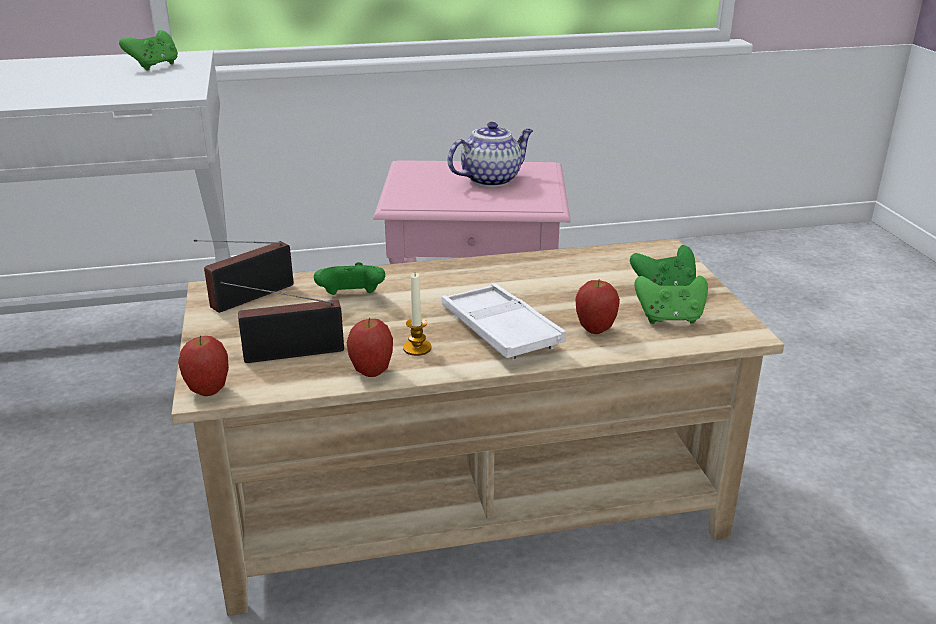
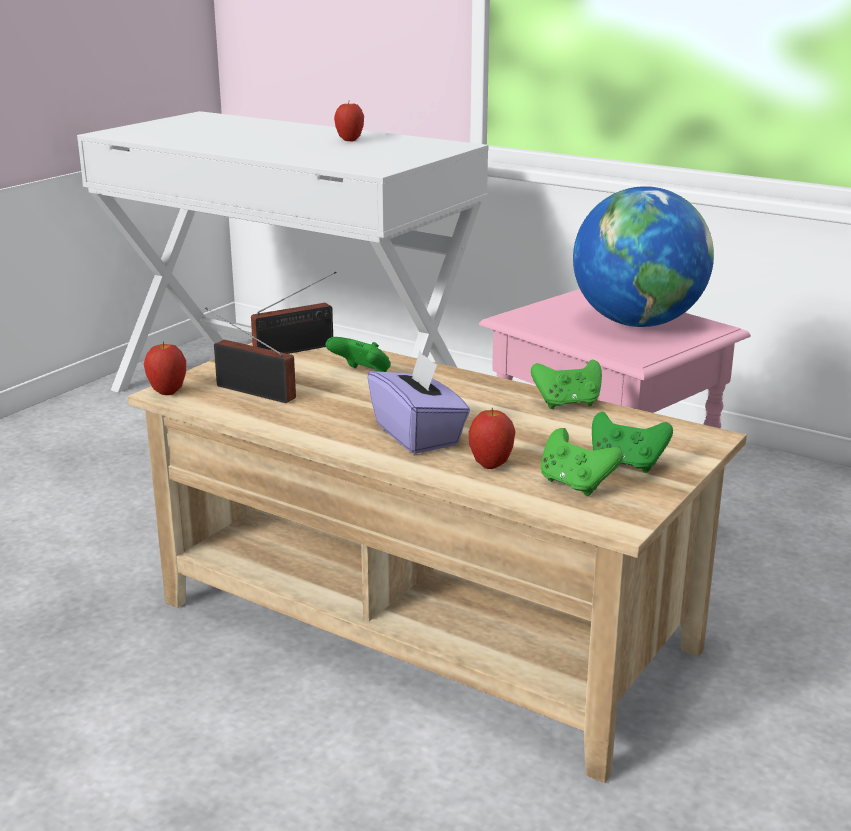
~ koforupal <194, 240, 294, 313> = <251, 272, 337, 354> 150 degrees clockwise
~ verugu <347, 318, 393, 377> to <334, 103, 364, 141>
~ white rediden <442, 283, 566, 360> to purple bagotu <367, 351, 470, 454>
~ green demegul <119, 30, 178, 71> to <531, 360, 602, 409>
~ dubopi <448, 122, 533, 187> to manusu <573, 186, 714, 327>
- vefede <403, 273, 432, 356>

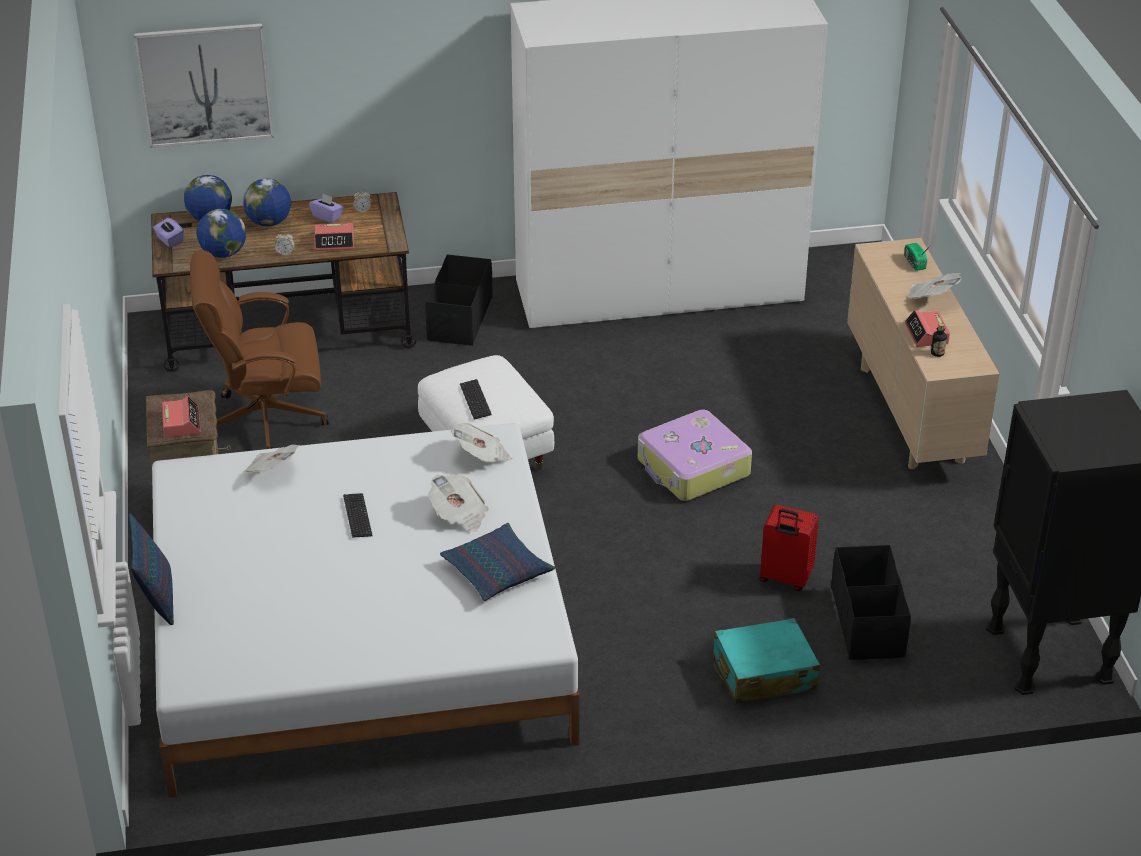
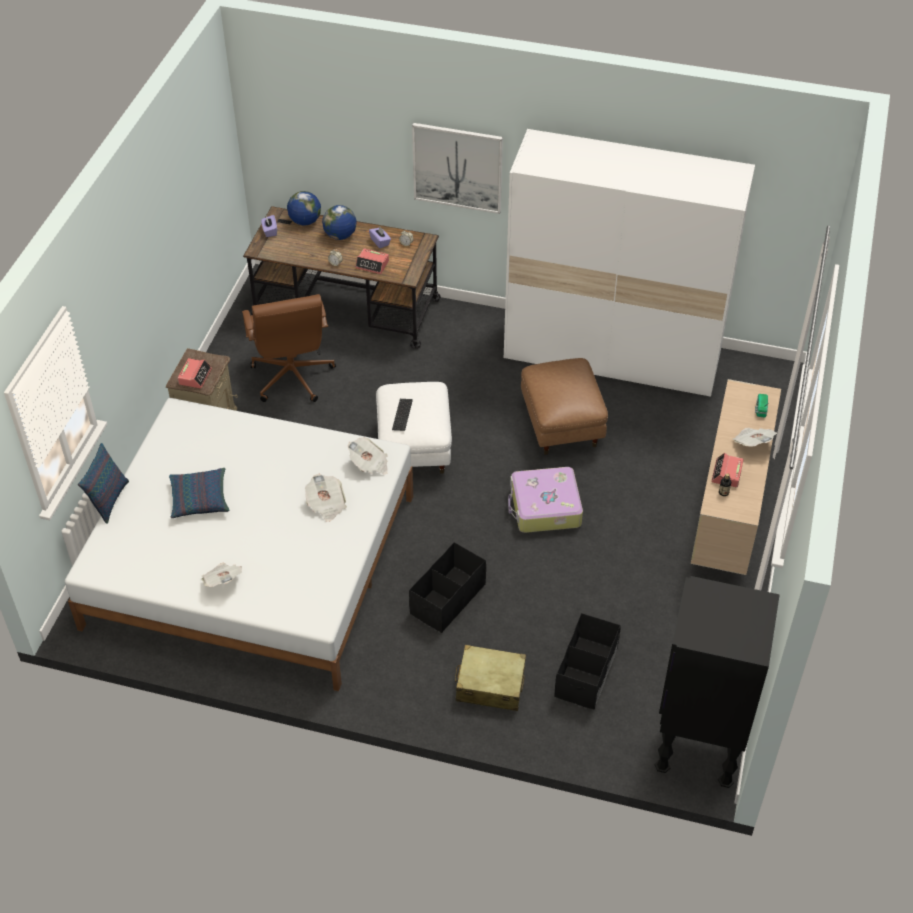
~ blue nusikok <440, 523, 555, 601> to <169, 468, 229, 518>
~ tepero <243, 445, 300, 473> to <201, 563, 242, 587>
~ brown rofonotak <190, 250, 329, 449> = <242, 294, 336, 402> 120 degrees counterclockwise
~ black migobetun <425, 254, 493, 346> to <409, 542, 486, 633>
~ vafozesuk <134, 23, 274, 148> to <412, 123, 503, 214>
~ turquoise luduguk <712, 618, 820, 704> to beige luduguk <455, 645, 526, 711>
+ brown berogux <521, 358, 608, 455>
- manusu <197, 209, 246, 258>
- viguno <343, 493, 373, 538>
- red luduguk <760, 505, 819, 591>

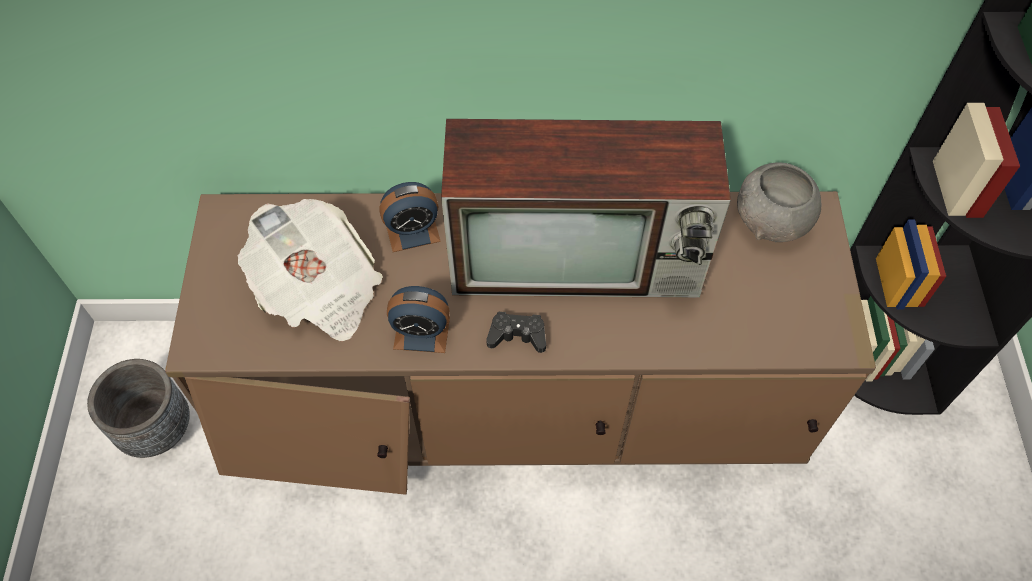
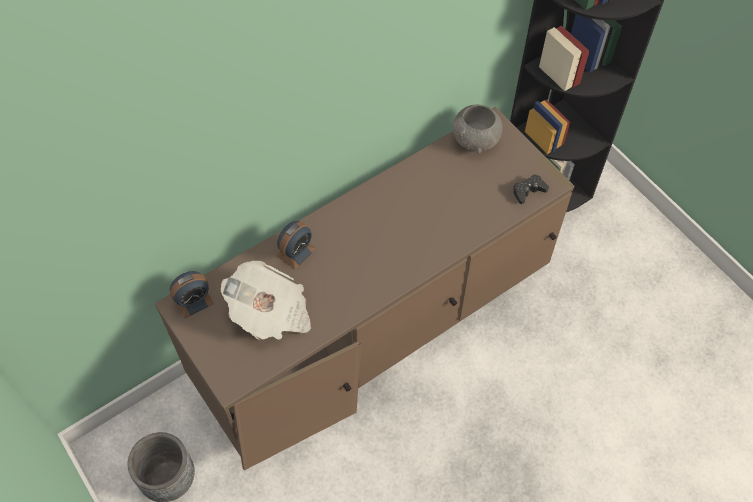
~ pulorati <387, 286, 450, 353> to <170, 271, 214, 319>
~ black demegul <486, 312, 546, 353> to <513, 174, 549, 204>
- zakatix <441, 119, 731, 298>

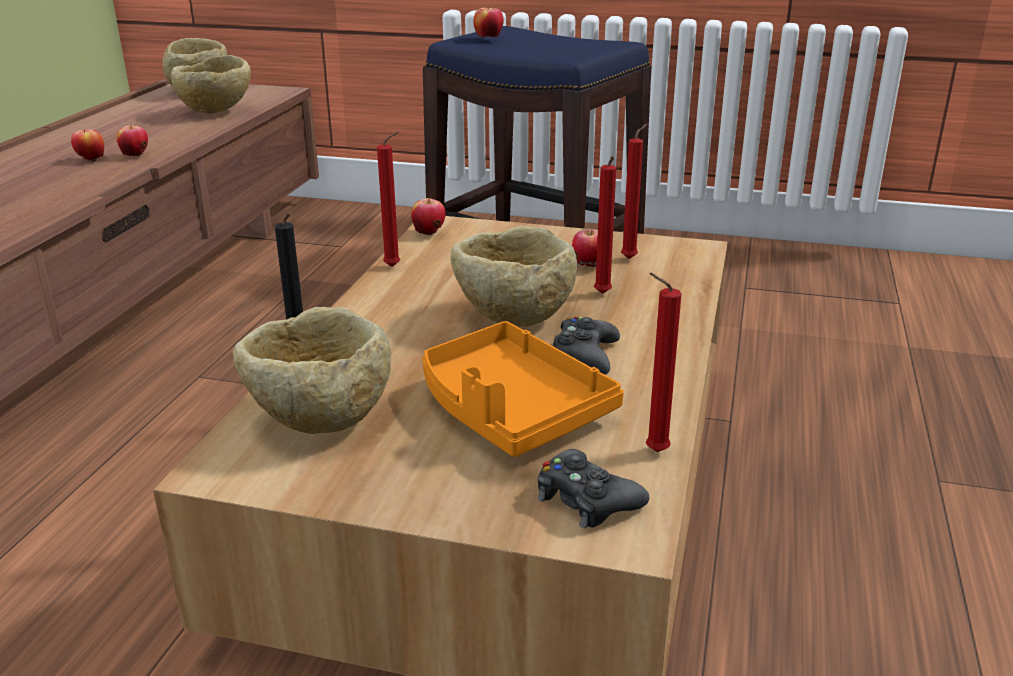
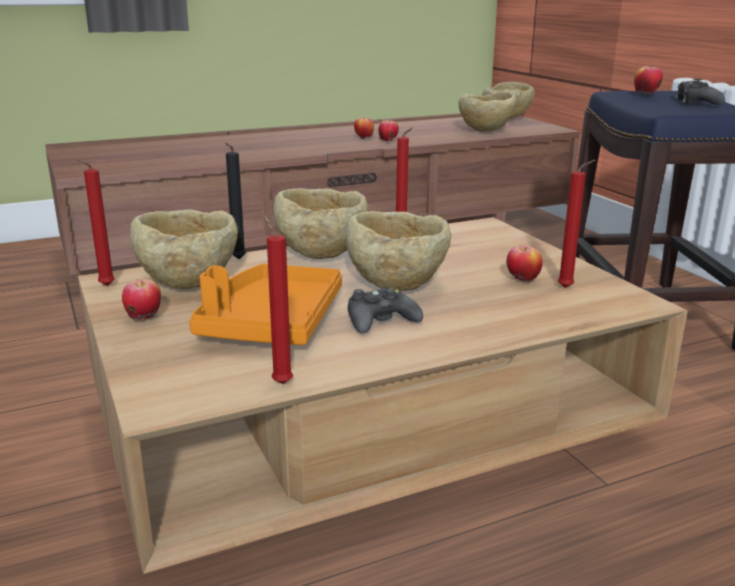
~ red vefede <594, 156, 616, 294> to <75, 159, 115, 286>
~ verugu <411, 198, 446, 235> to <122, 279, 161, 320>
+ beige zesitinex <273, 188, 368, 259>
~ black demegul <538, 449, 650, 528> to <675, 79, 725, 105>

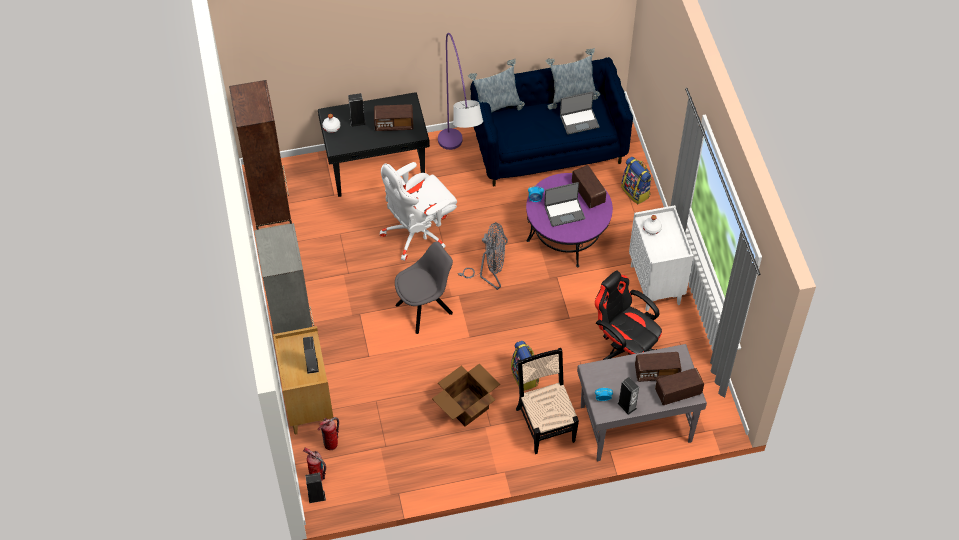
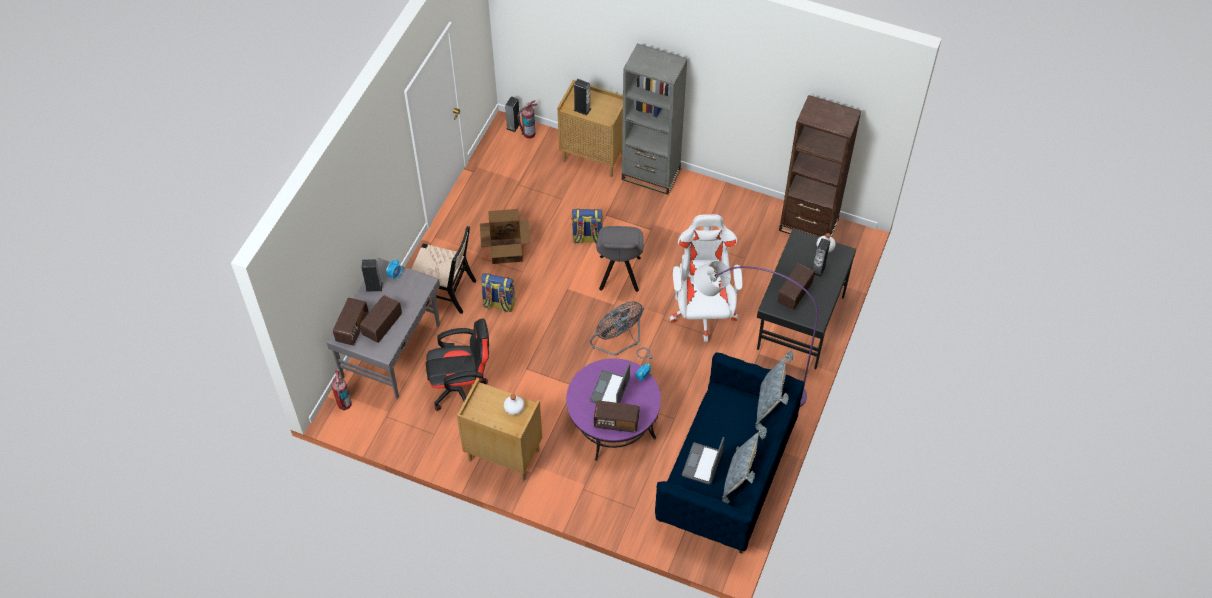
~ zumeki <318, 417, 339, 450> to <331, 370, 352, 411>
~ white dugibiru <629, 205, 694, 311> to brown dugibiru <457, 378, 542, 482>
~ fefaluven <621, 157, 652, 204> to <572, 209, 603, 245>
~ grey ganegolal <458, 222, 508, 290> = <589, 301, 652, 359> 105 degrees clockwise

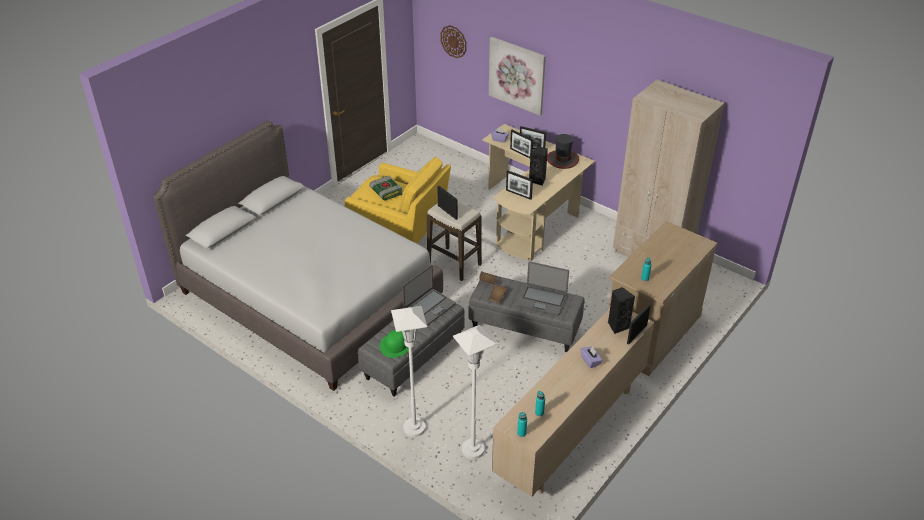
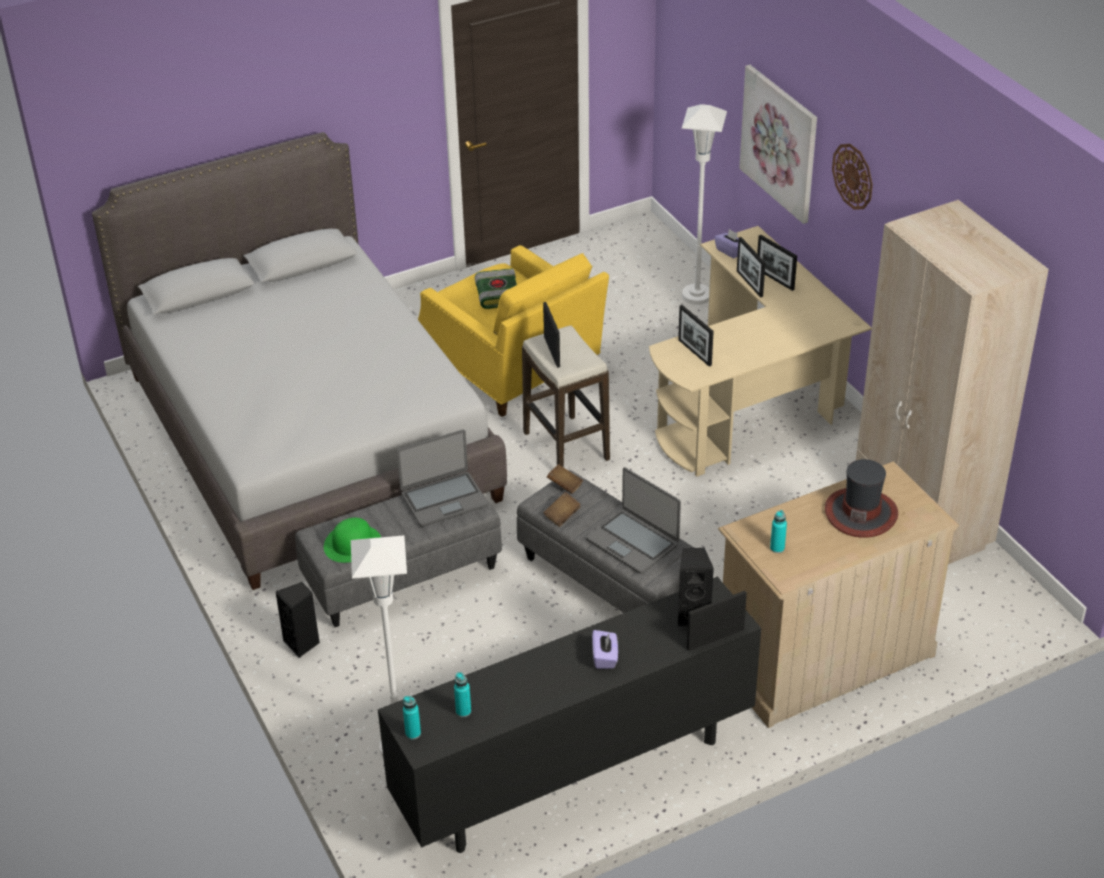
~ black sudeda <529, 146, 548, 186> to <276, 582, 320, 658>
~ beige dugibiru <492, 309, 654, 497> to black dugibiru <378, 577, 761, 853>
~ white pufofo <391, 306, 427, 437> to <682, 104, 727, 305>
~ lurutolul <547, 134, 579, 169> to <825, 459, 898, 538>
~ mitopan <440, 25, 467, 58> to <832, 144, 873, 209>

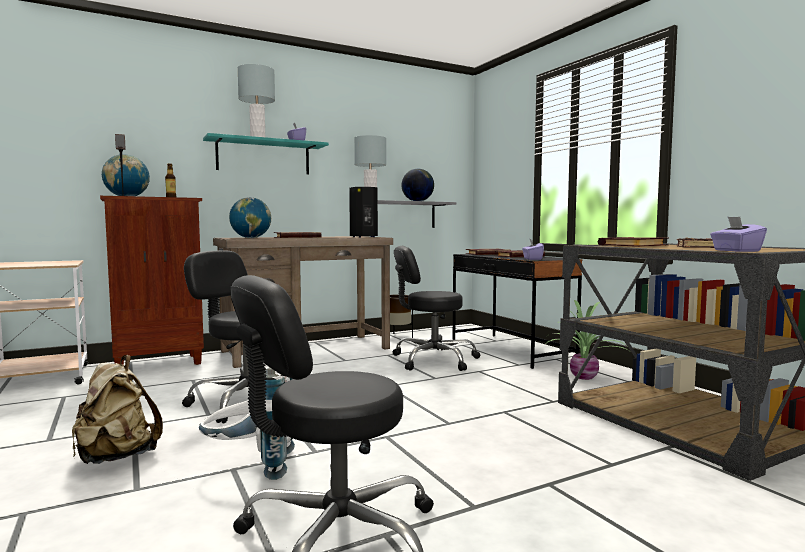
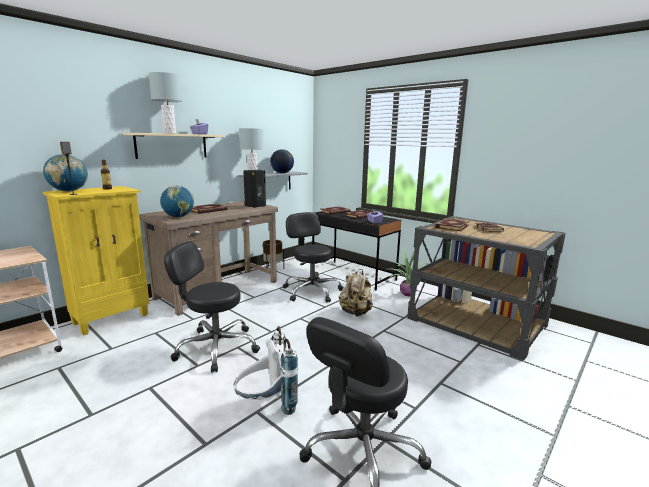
~ brown dugibiru <100, 196, 204, 365> to yellow dugibiru <43, 186, 150, 335>
~ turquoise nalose <203, 133, 329, 174> to beige nalose <123, 133, 225, 159>
~ black rofonotak <392, 246, 480, 371> = <283, 212, 343, 303> 90 degrees clockwise
~ beige fefaluven <72, 355, 163, 464> to <339, 269, 373, 316>
- purple bagotu <710, 217, 767, 252>

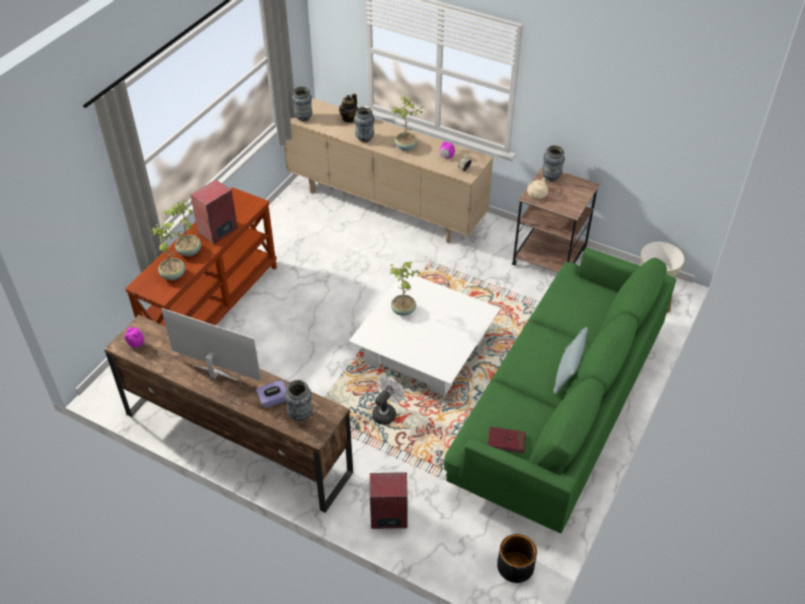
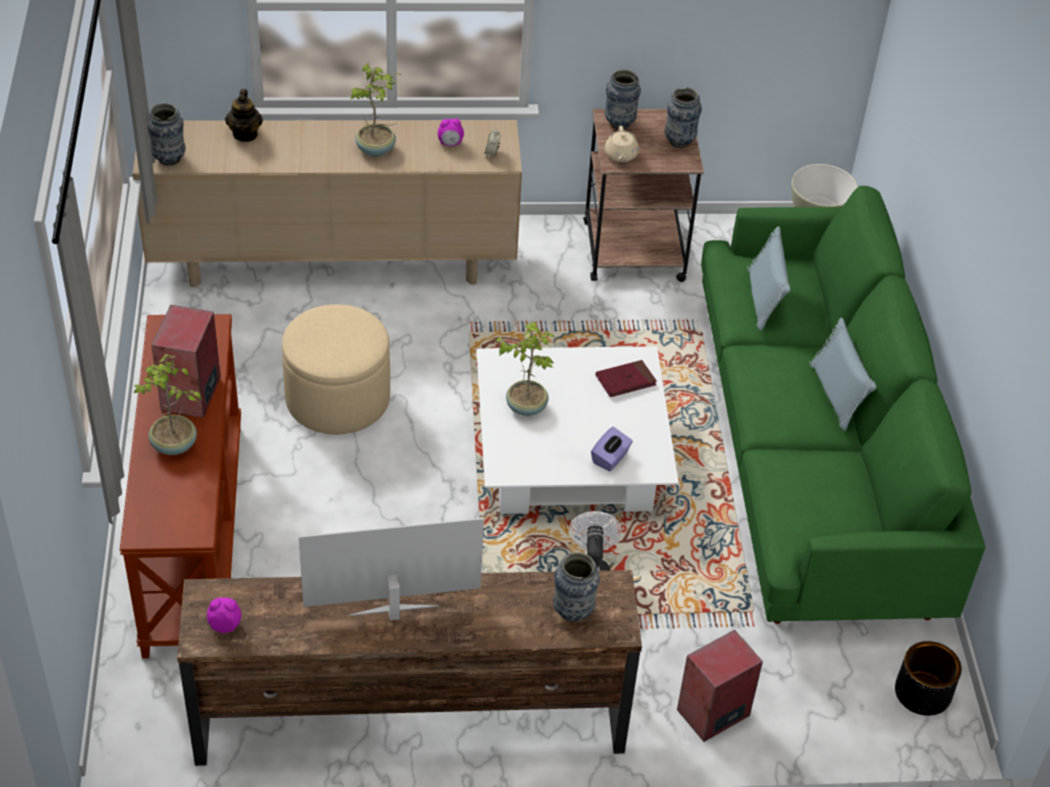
+ beige berogux <281, 304, 390, 434>
~ purple bagotu <256, 381, 286, 408> to <591, 427, 633, 472>
~ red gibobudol <488, 427, 526, 453> to <596, 360, 657, 397>
~ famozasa <354, 107, 374, 143> to <665, 87, 702, 148>
+ blue nusikok <747, 226, 791, 331>
- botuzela <152, 223, 185, 280>

